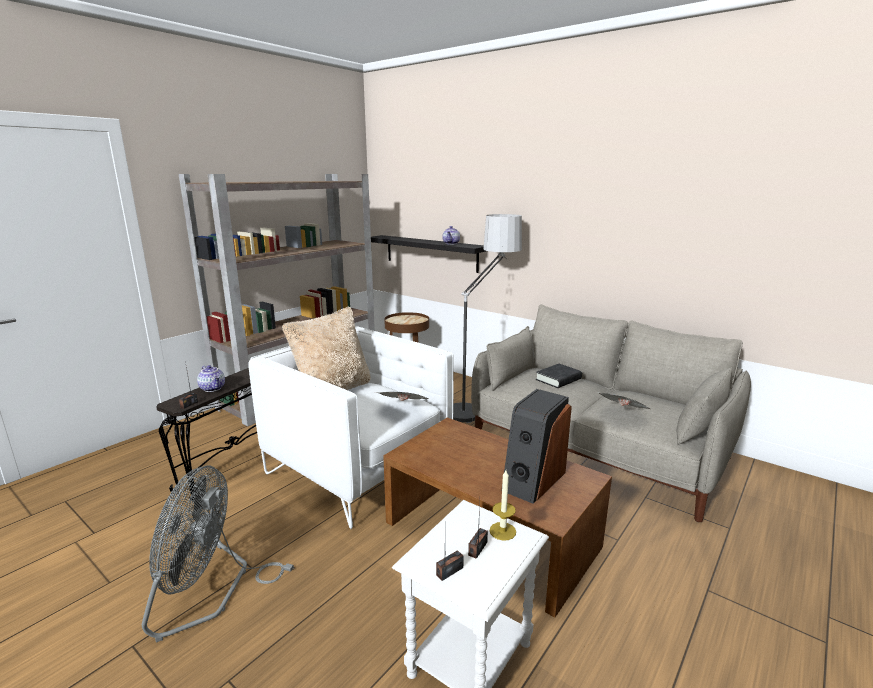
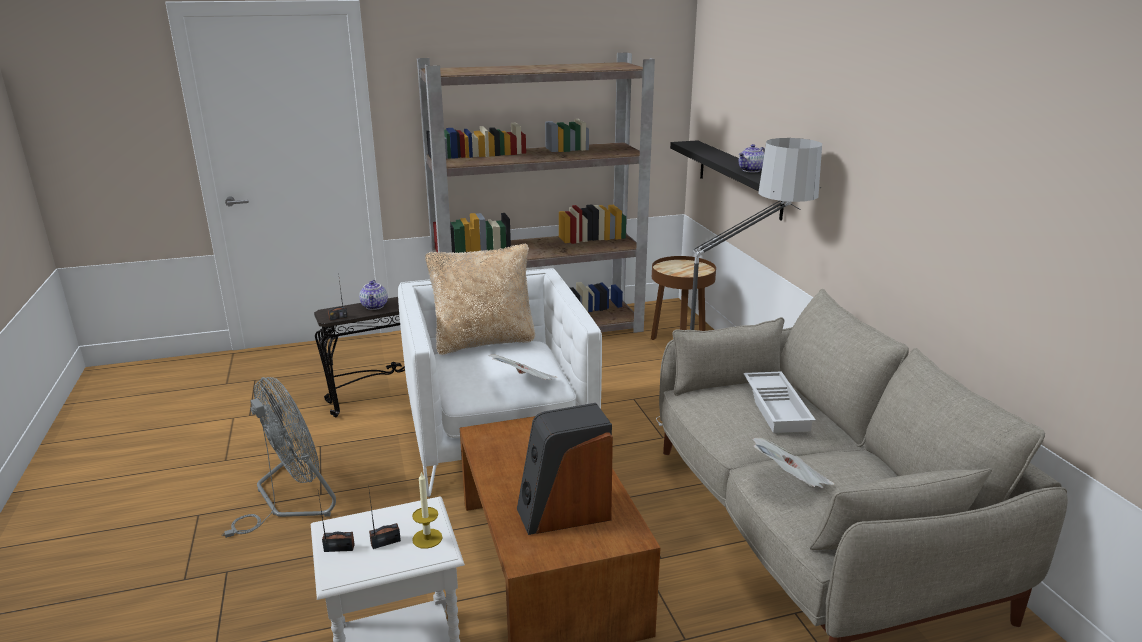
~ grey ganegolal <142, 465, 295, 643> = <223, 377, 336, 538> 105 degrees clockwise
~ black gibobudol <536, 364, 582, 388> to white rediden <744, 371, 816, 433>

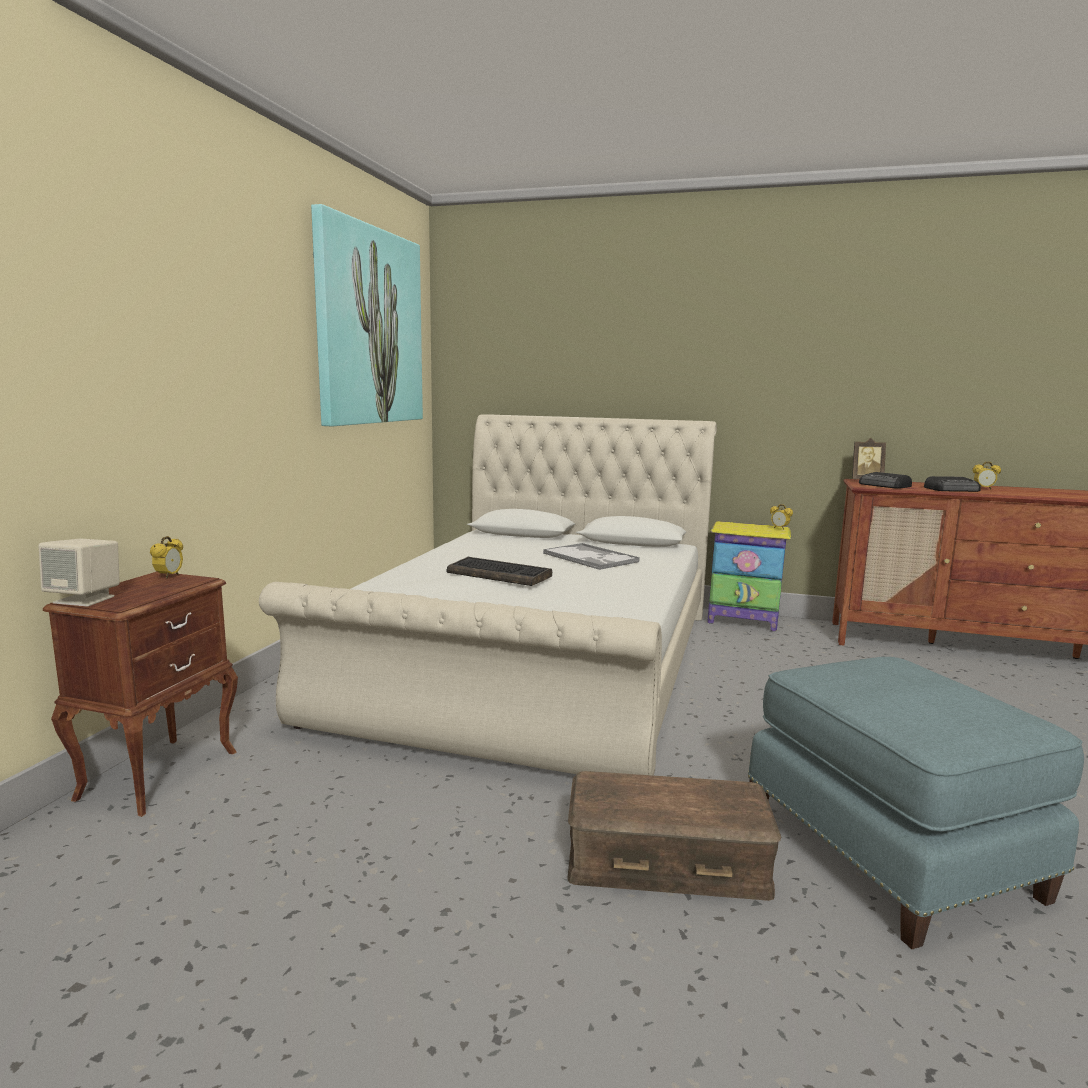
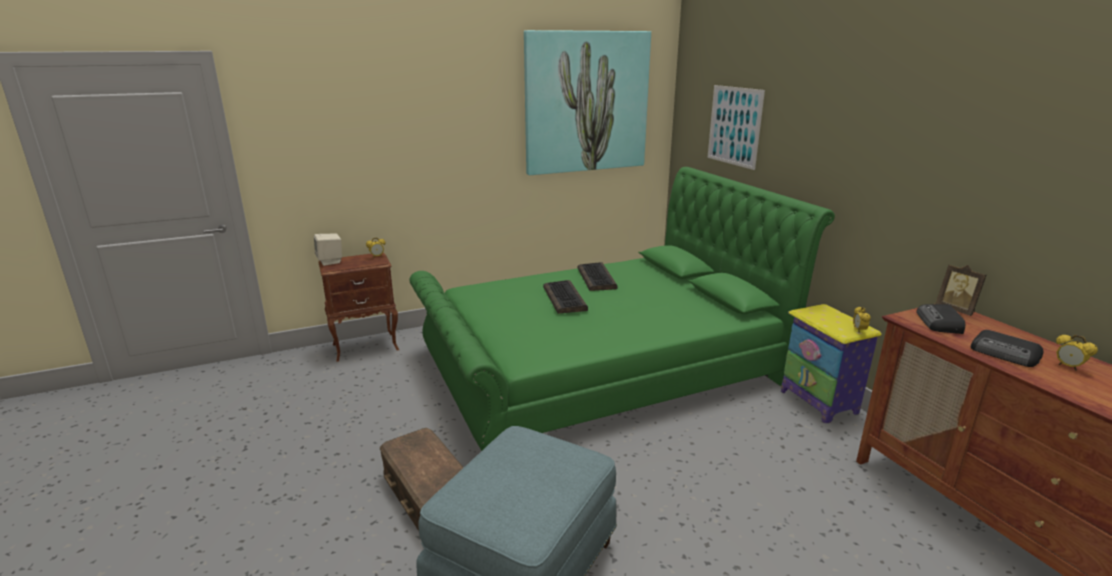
~ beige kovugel <259, 414, 717, 776> to green kovugel <409, 167, 835, 451>
+ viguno <578, 262, 618, 291>
+ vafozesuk <707, 85, 765, 170>
- rediden <543, 543, 640, 570>

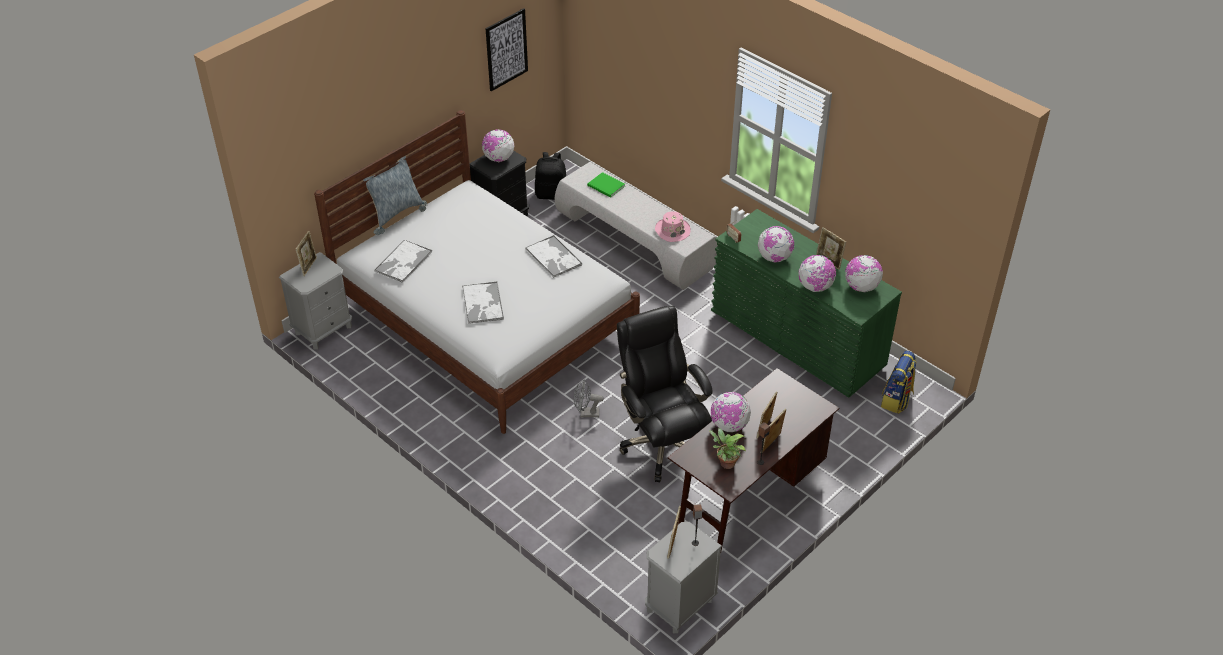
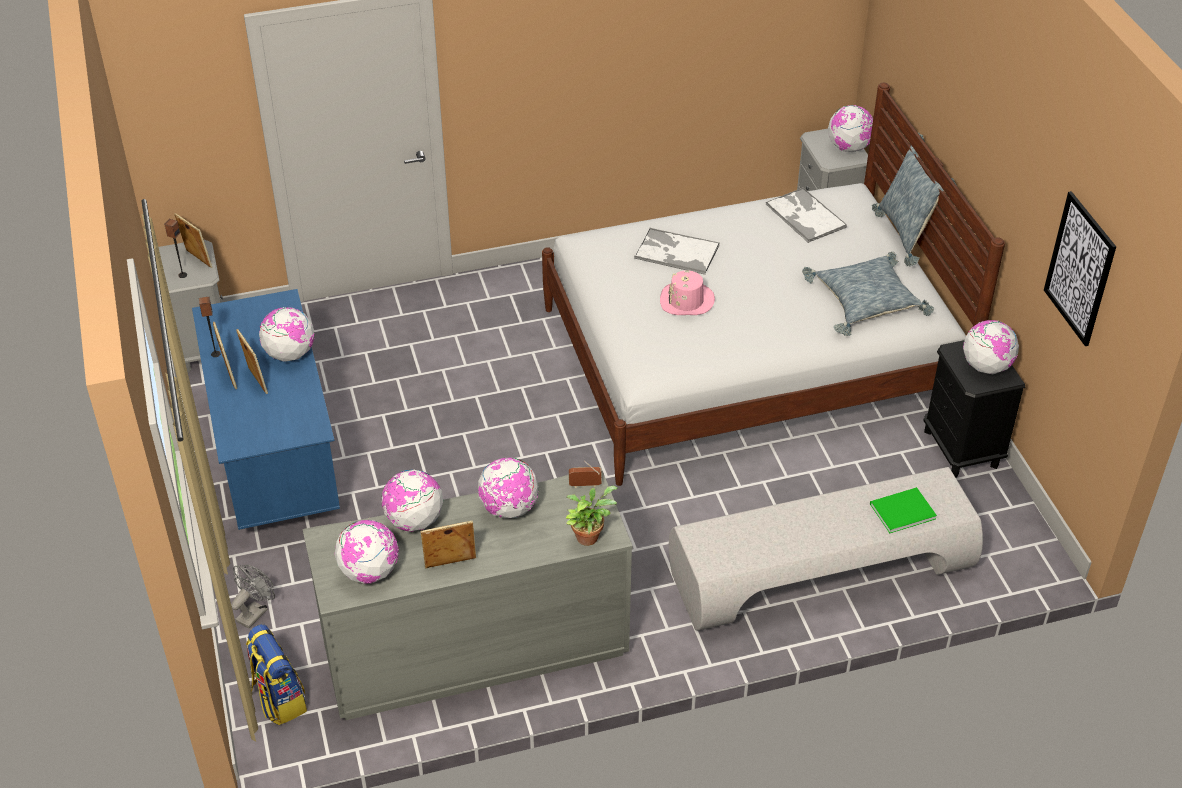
~ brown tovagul <668, 368, 839, 551> to blue tovagul <192, 289, 340, 530>
~ grey ganegolal <574, 379, 604, 417> to <231, 565, 275, 629>
~ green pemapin <711, 209, 902, 397> to grey pemapin <303, 467, 633, 720>
~ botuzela <709, 428, 746, 469> to <566, 486, 618, 546>
~ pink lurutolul <655, 211, 691, 242> to <660, 270, 715, 315>
+ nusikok <803, 252, 934, 336>
~ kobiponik <296, 231, 317, 276> to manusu <828, 105, 873, 152>
- rediden <526, 235, 582, 278>
- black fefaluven <535, 152, 566, 200>
- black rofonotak <617, 306, 712, 483>

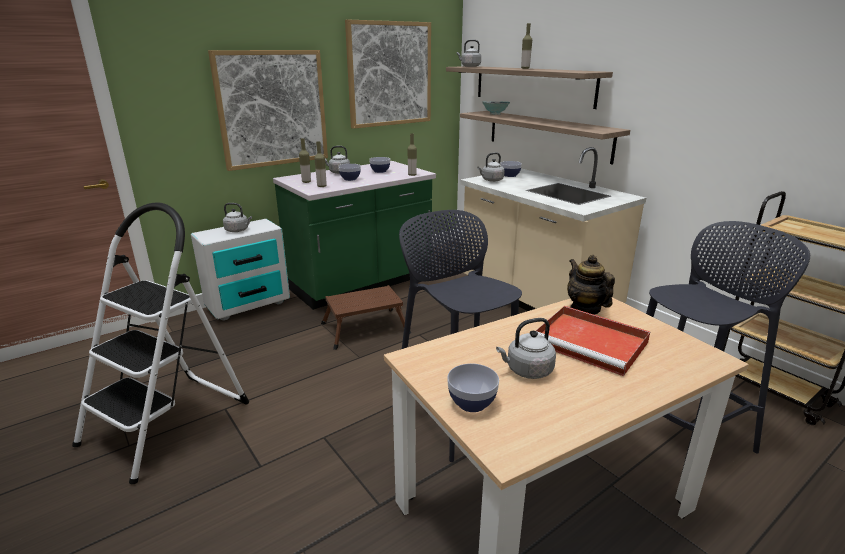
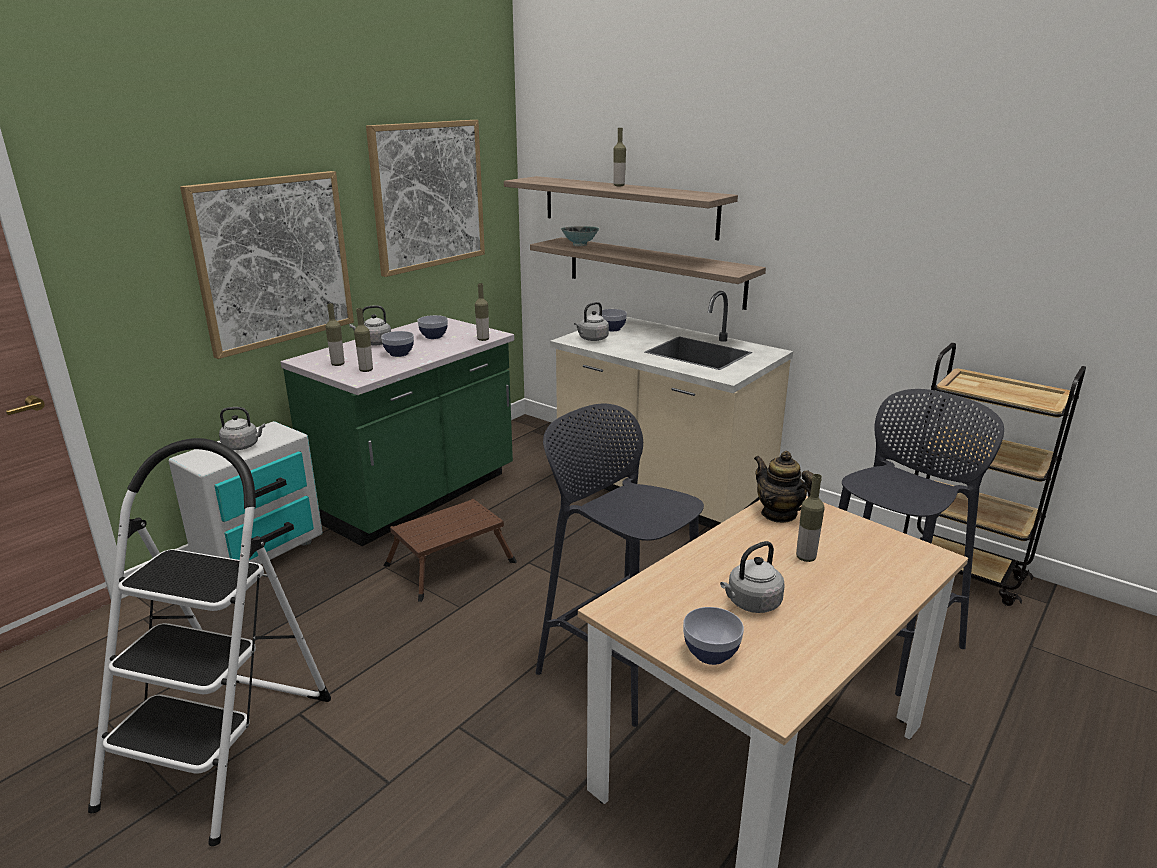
~ red rediden <536, 306, 650, 376> to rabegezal <796, 474, 825, 562>
- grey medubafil <457, 40, 481, 67>

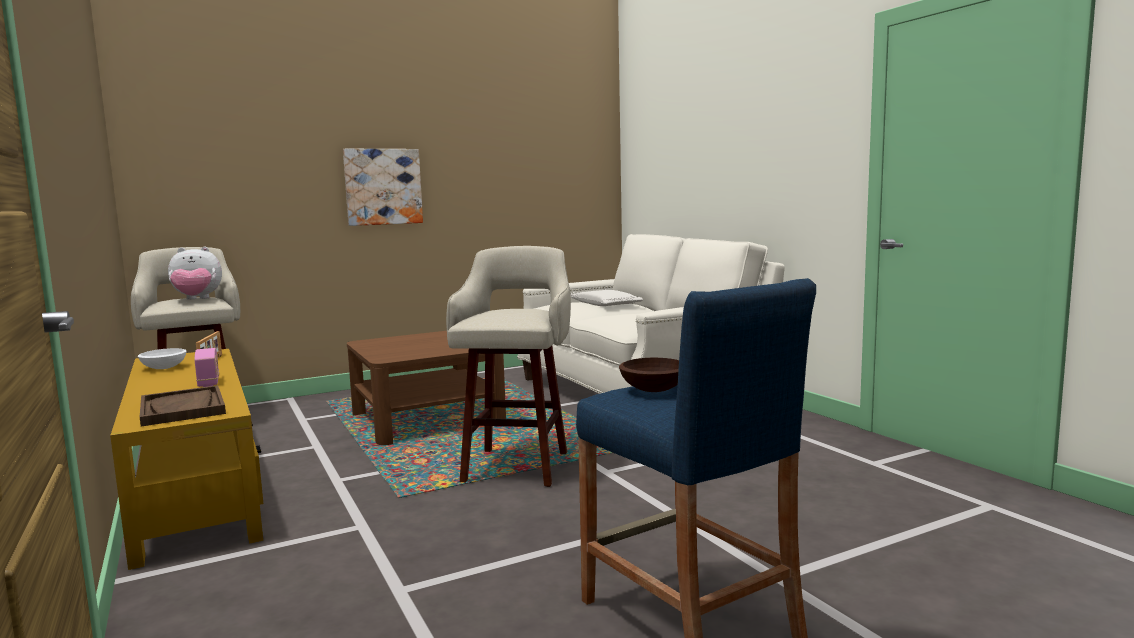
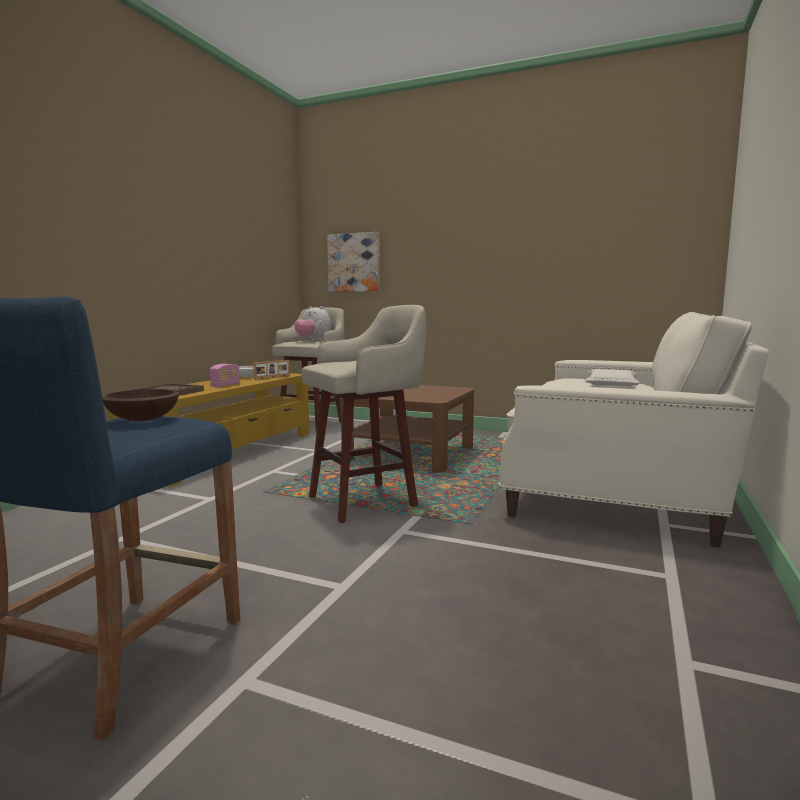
~ vafozesuk <343, 149, 423, 226> to <327, 232, 380, 292>

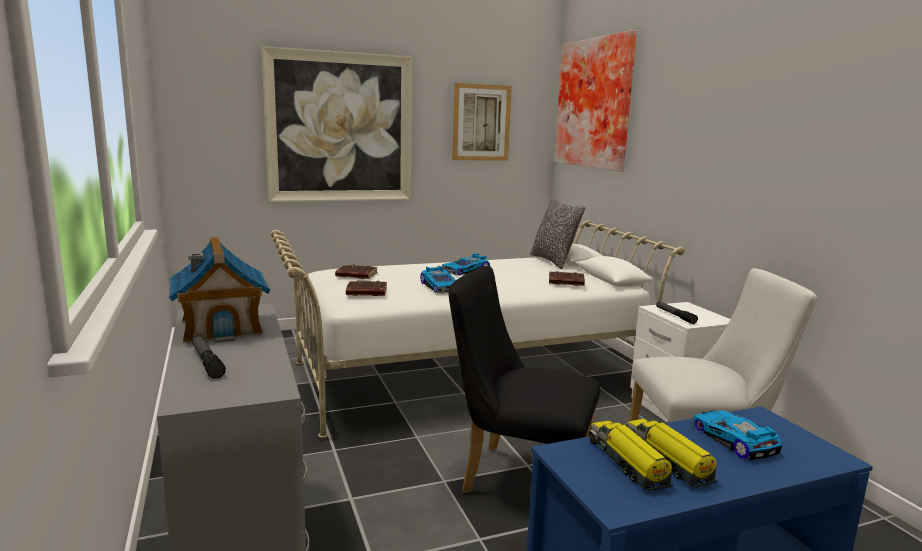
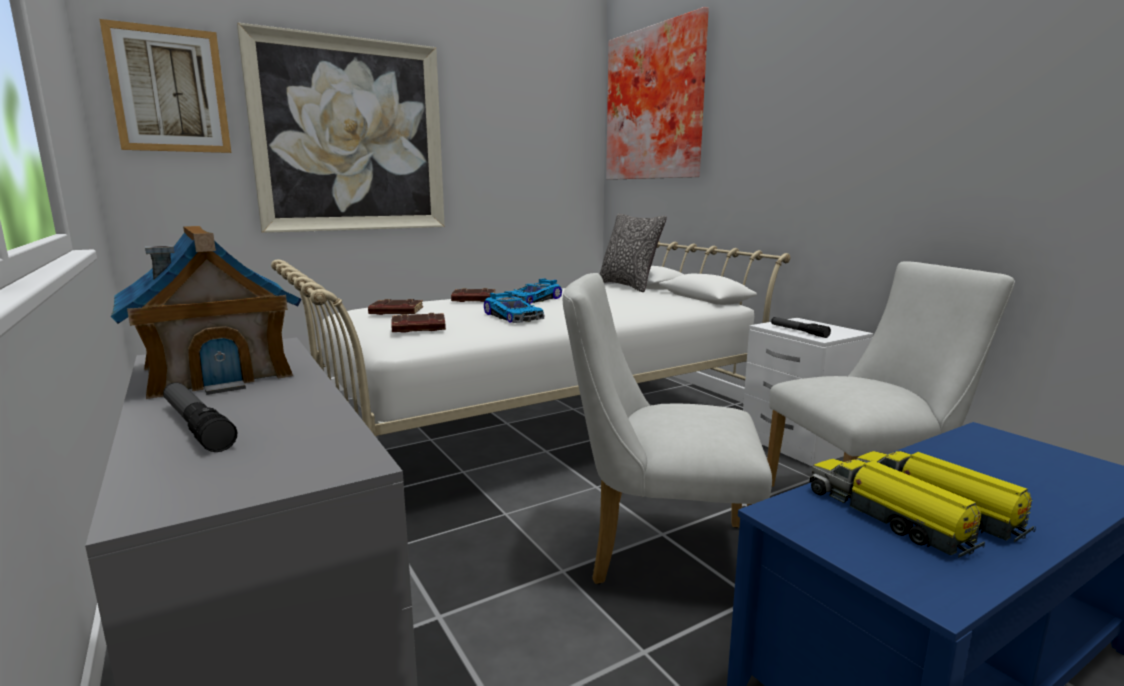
~ vafozesuk <452, 83, 512, 161> to <100, 19, 231, 153>
~ brown gibobudol <549, 271, 585, 286> to <451, 288, 495, 302>
~ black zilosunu <448, 266, 600, 493> to white zilosunu <563, 273, 772, 584>
- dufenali <692, 410, 782, 460>

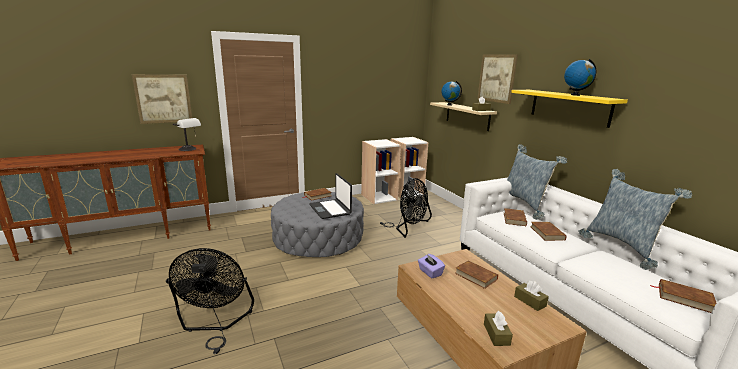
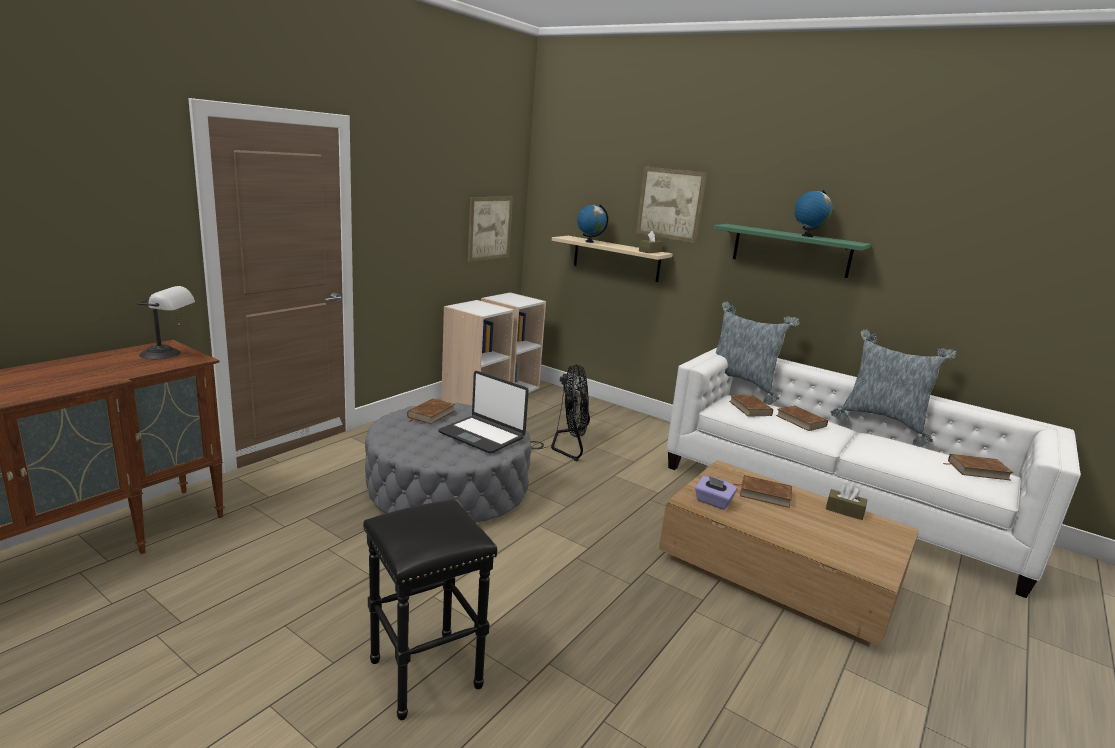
~ black ganegolal <166, 248, 254, 354> to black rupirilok <363, 500, 497, 720>
~ vafozesuk <132, 74, 192, 124> to <468, 197, 513, 262>
~ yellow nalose <511, 90, 628, 128> to green nalose <714, 224, 870, 278>
- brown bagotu <484, 311, 513, 346>

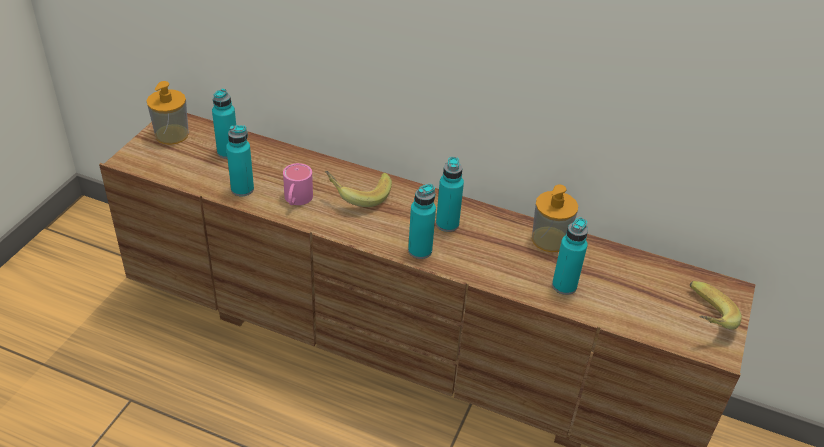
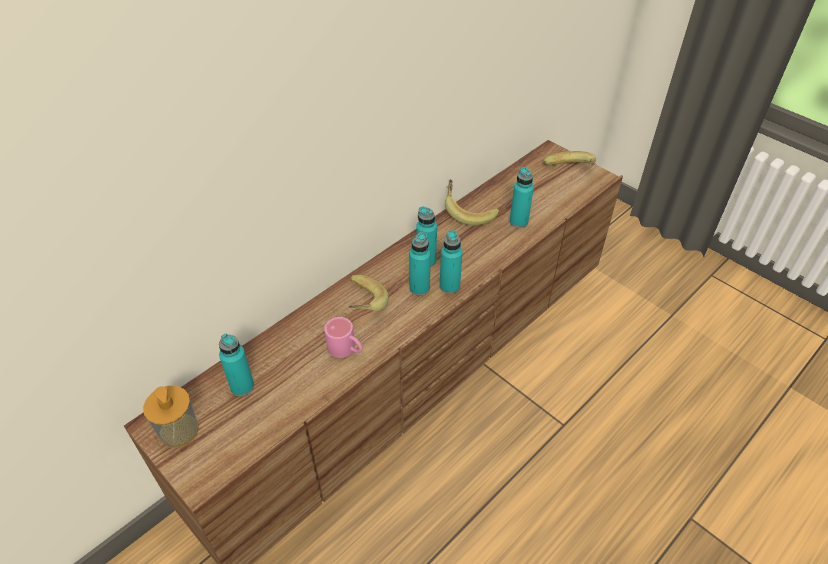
~ turquoise rabegezal <226, 125, 254, 196> to <409, 232, 431, 296>
~ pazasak <532, 185, 578, 252> to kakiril <445, 180, 499, 226>

